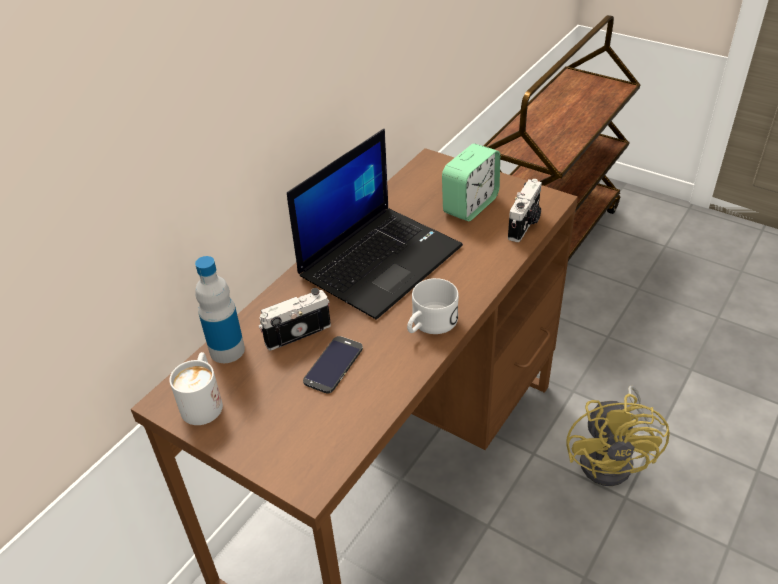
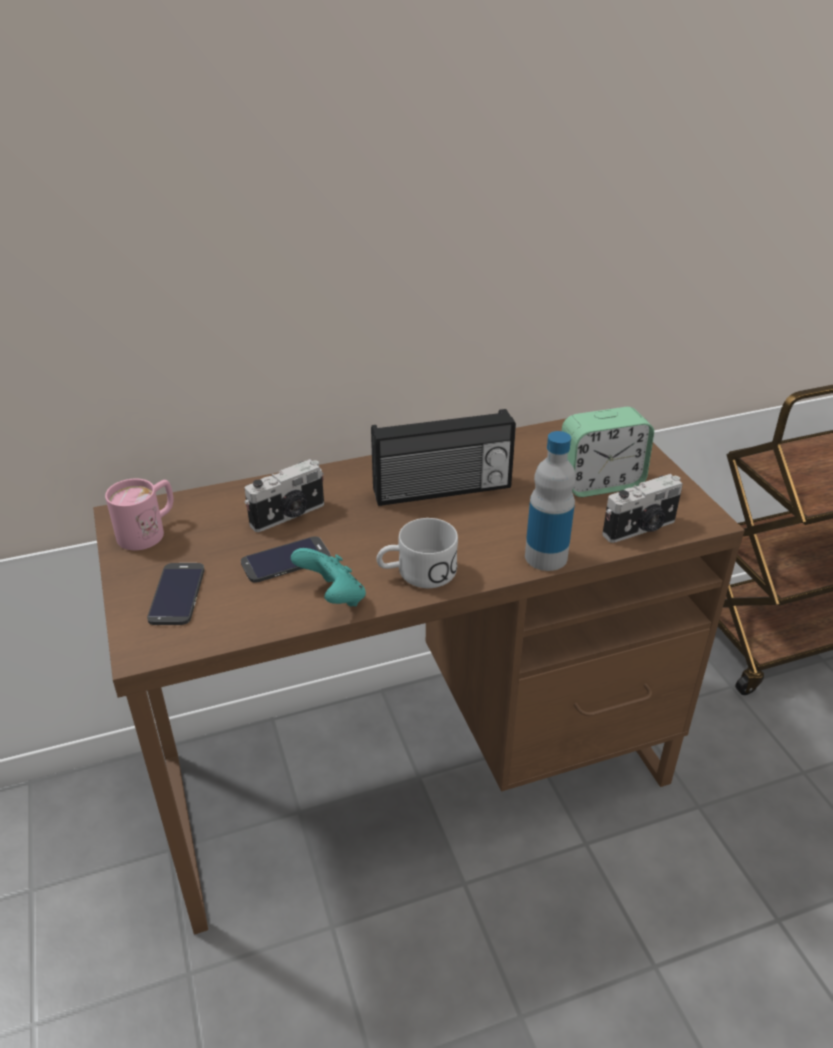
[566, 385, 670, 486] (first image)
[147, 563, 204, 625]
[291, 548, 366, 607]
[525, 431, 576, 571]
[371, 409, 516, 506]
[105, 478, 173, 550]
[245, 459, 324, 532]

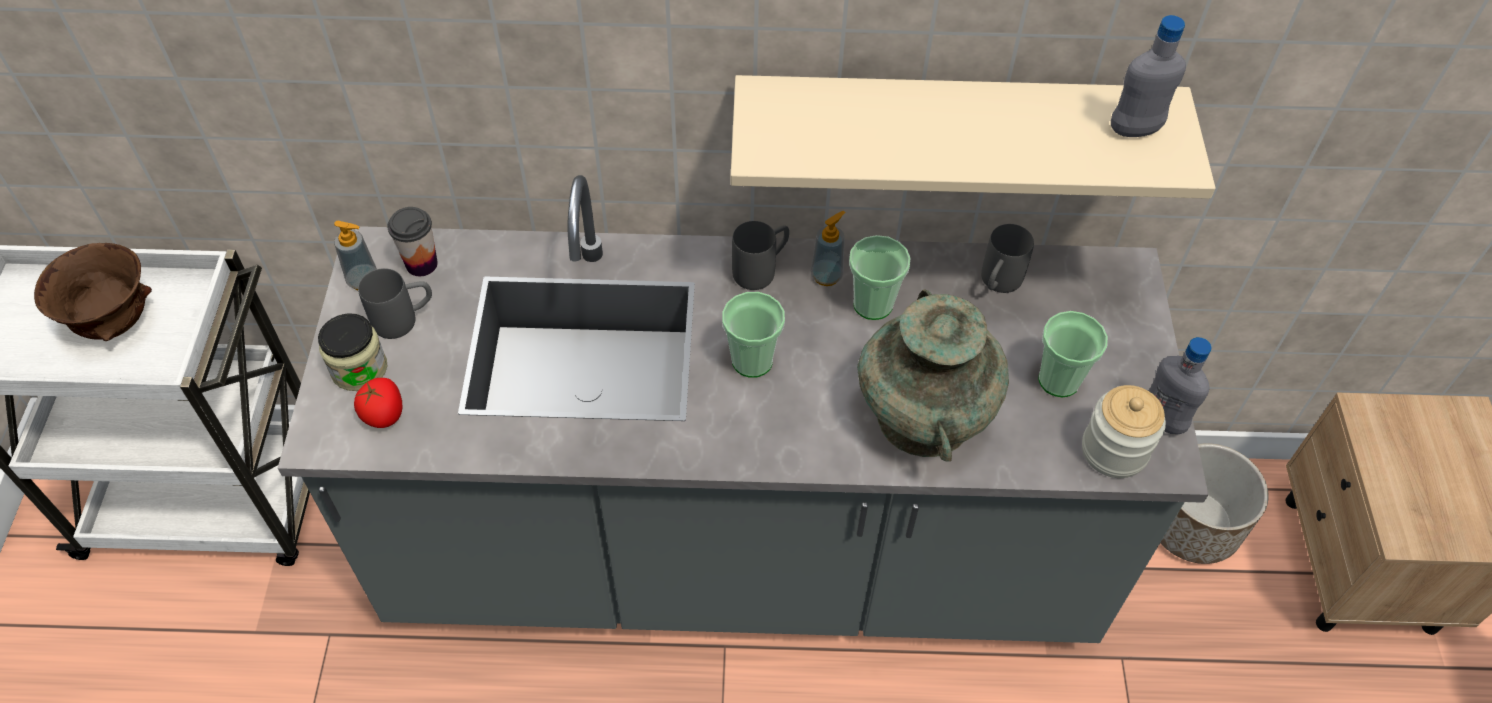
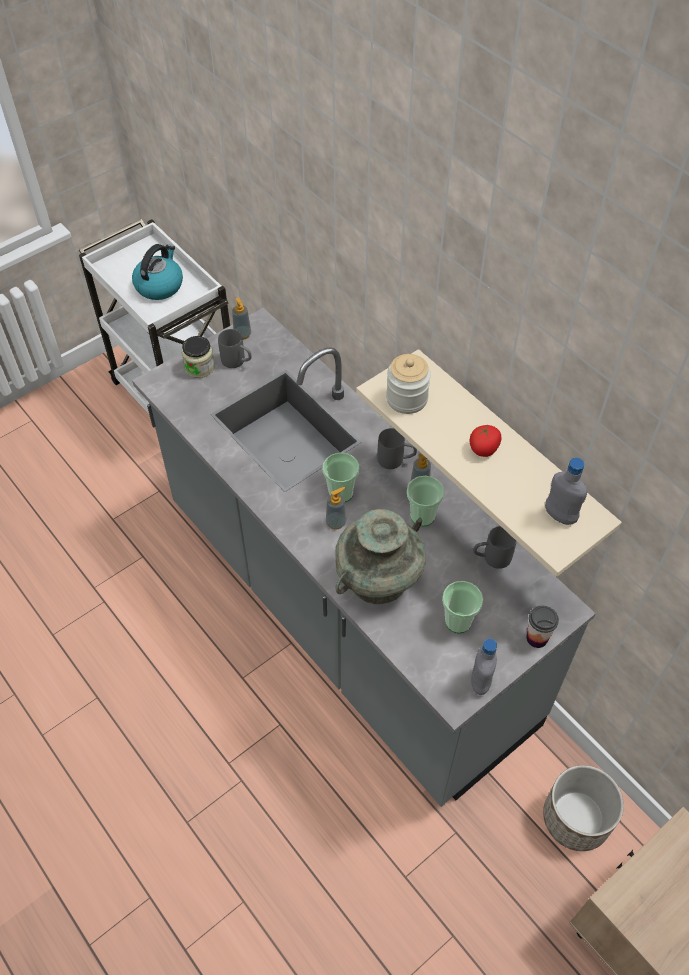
[326, 487, 346, 529]
[470, 425, 502, 457]
[526, 606, 559, 648]
[386, 354, 431, 414]
[132, 244, 183, 300]

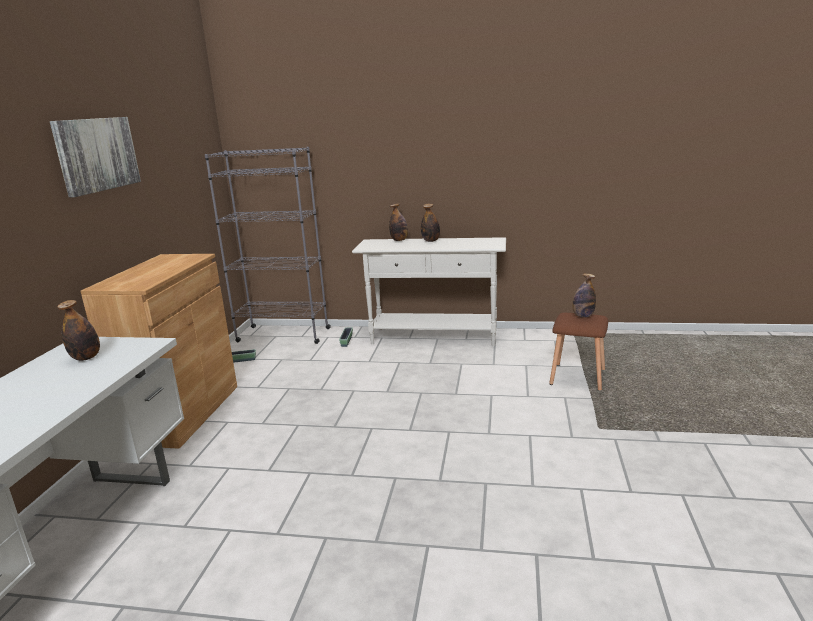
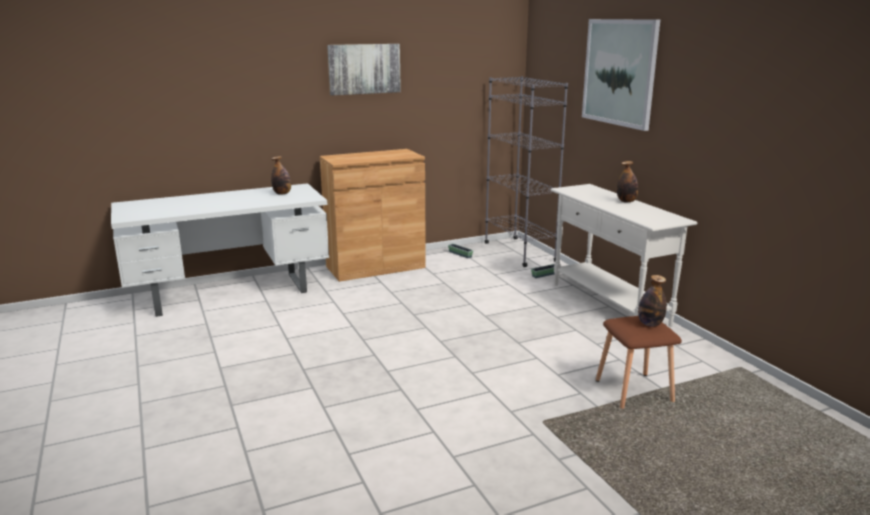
[389, 203, 408, 241] (first image)
[582, 19, 660, 131]

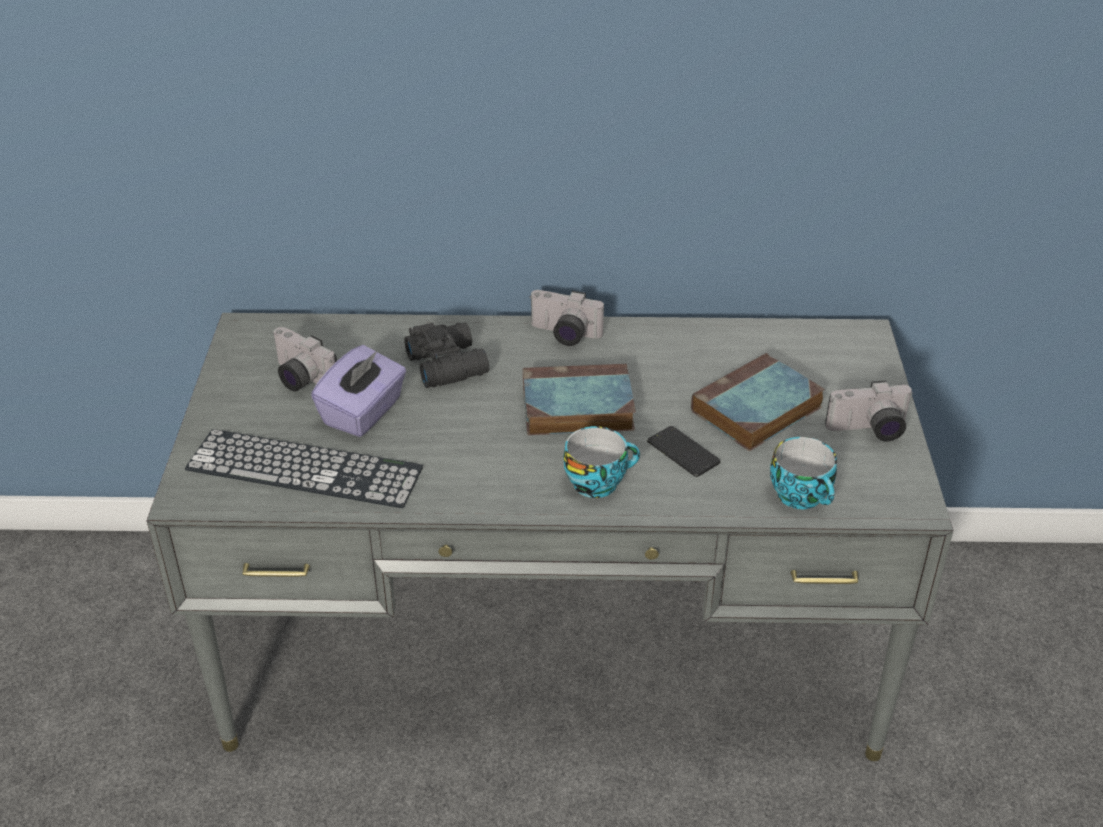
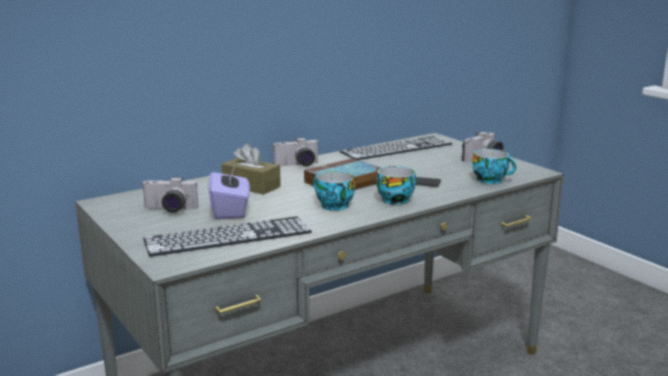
[691, 353, 825, 451] (first image)
[313, 171, 355, 211]
[340, 136, 452, 160]
[222, 143, 281, 195]

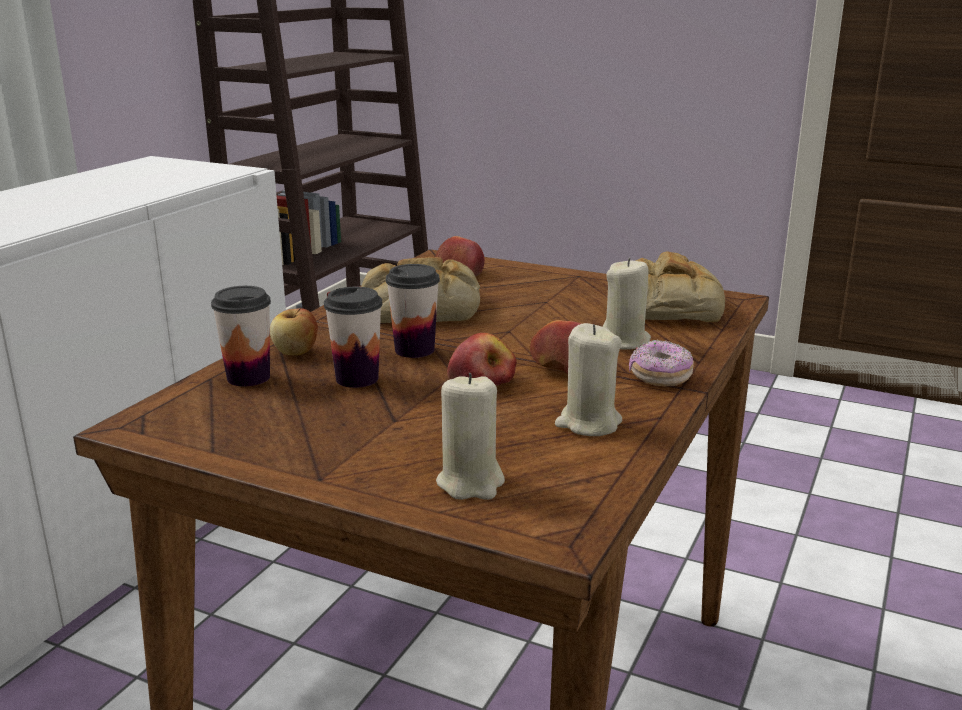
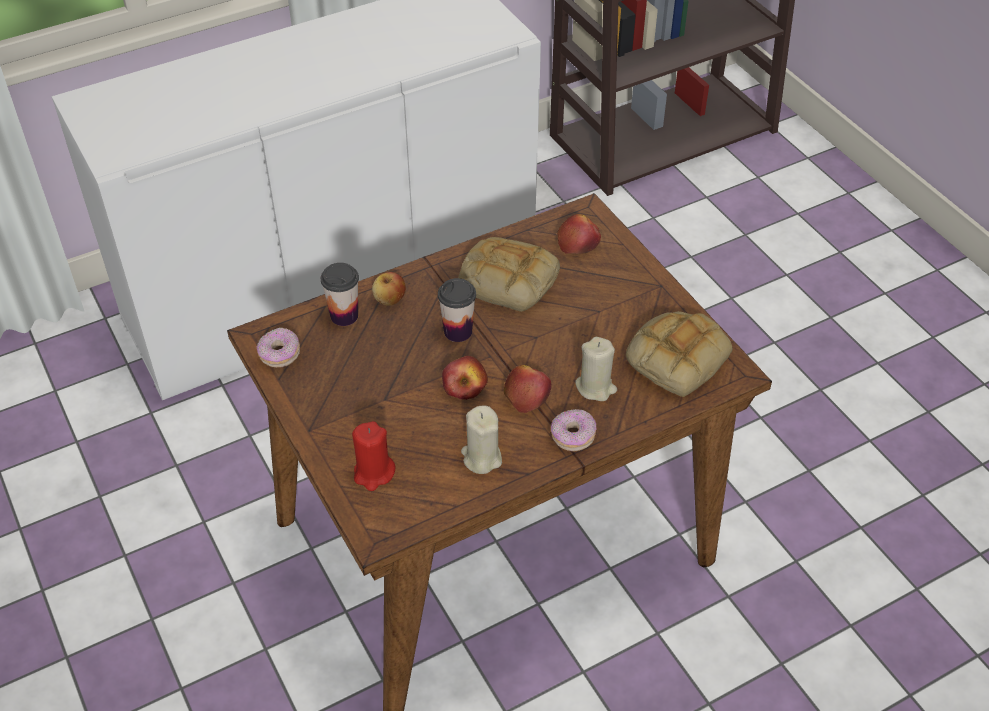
[324, 287, 382, 388] (first image)
[257, 328, 300, 367]
[352, 421, 395, 491]

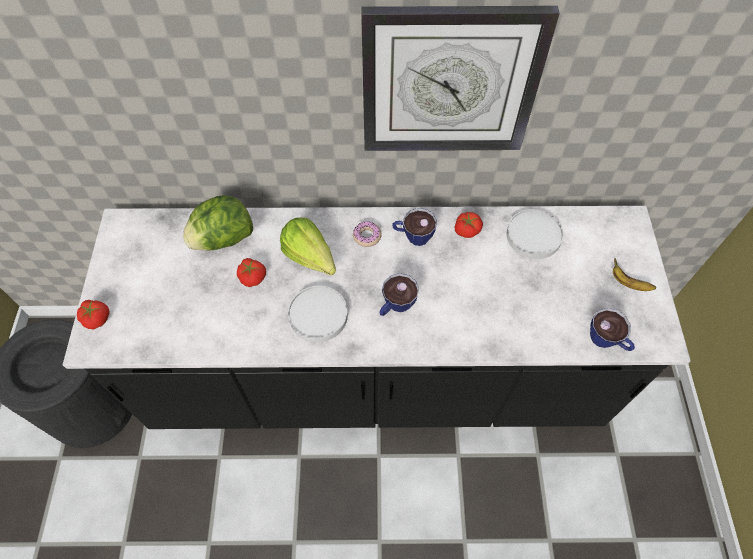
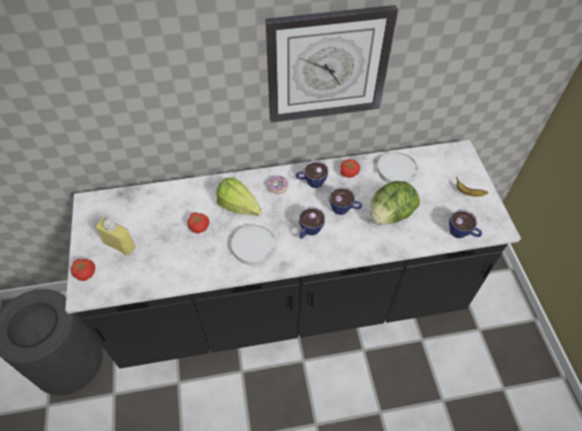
[96, 218, 135, 256]
[329, 186, 362, 215]
[370, 181, 420, 225]

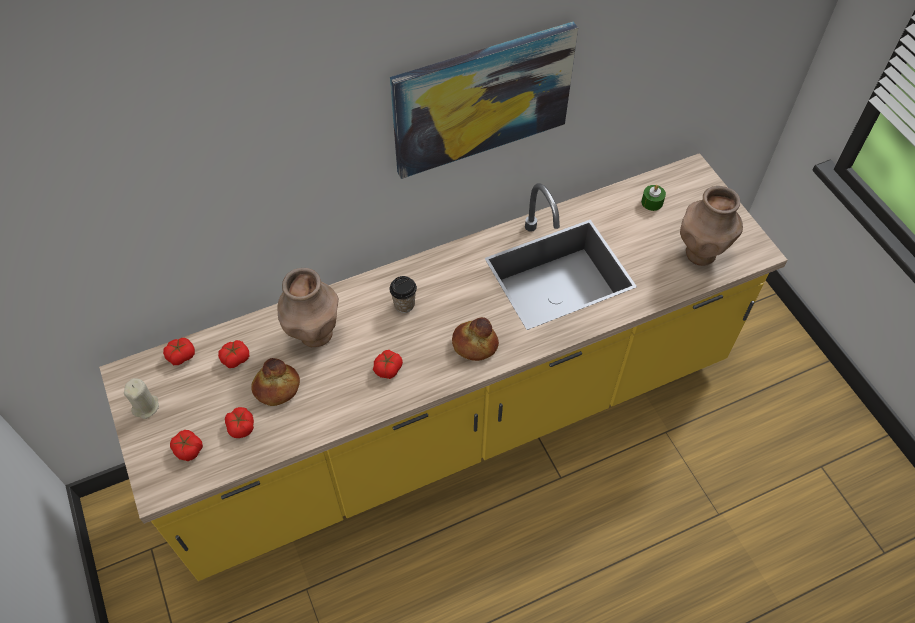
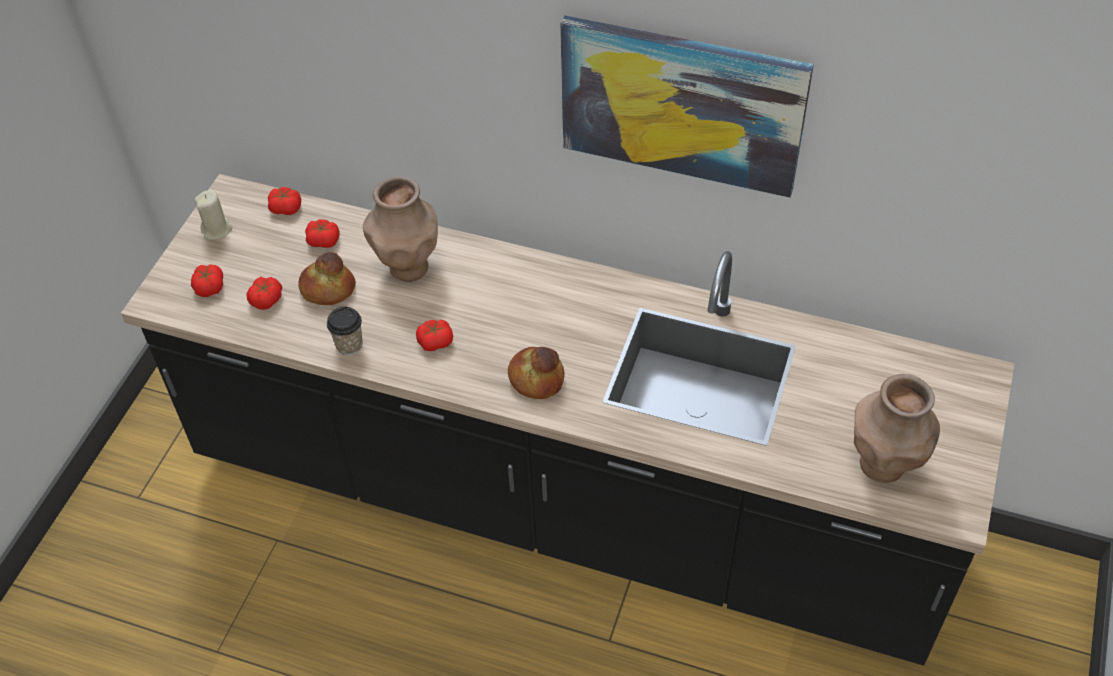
[641, 185, 666, 211] (first image)
[327, 307, 363, 355]
[121, 174, 1015, 665]

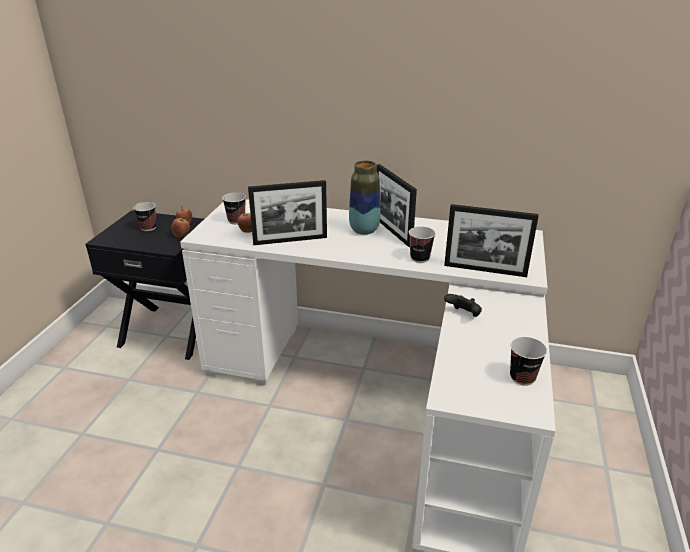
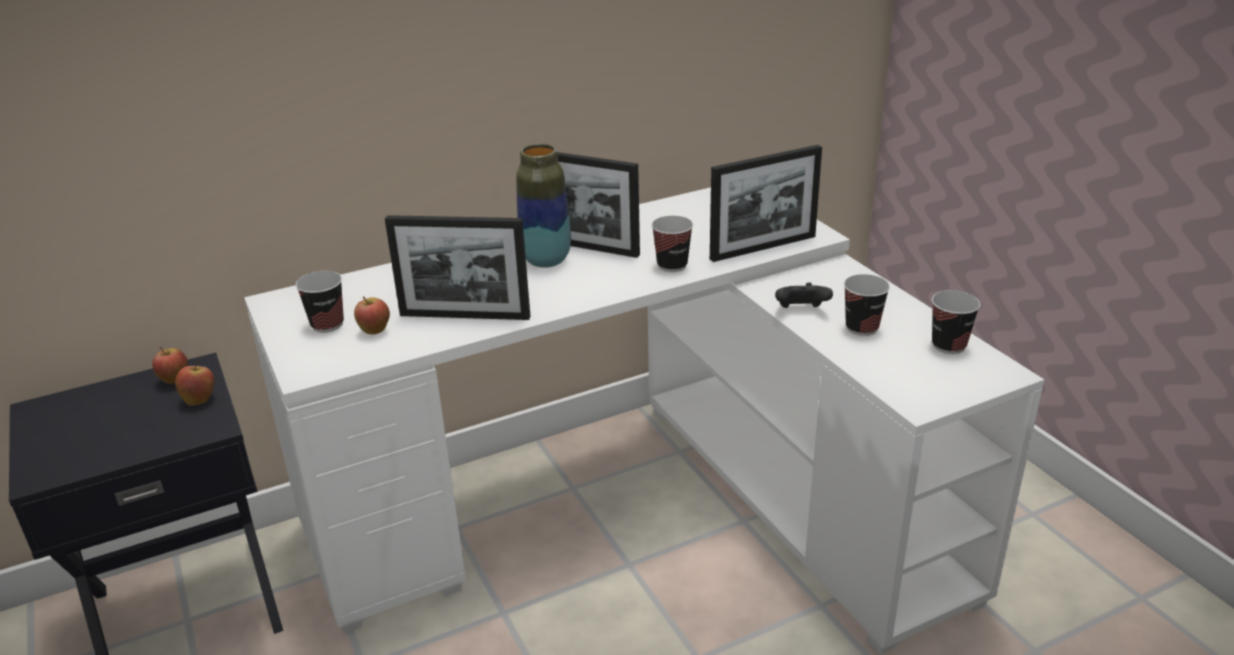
[844, 274, 890, 336]
[385, 215, 530, 320]

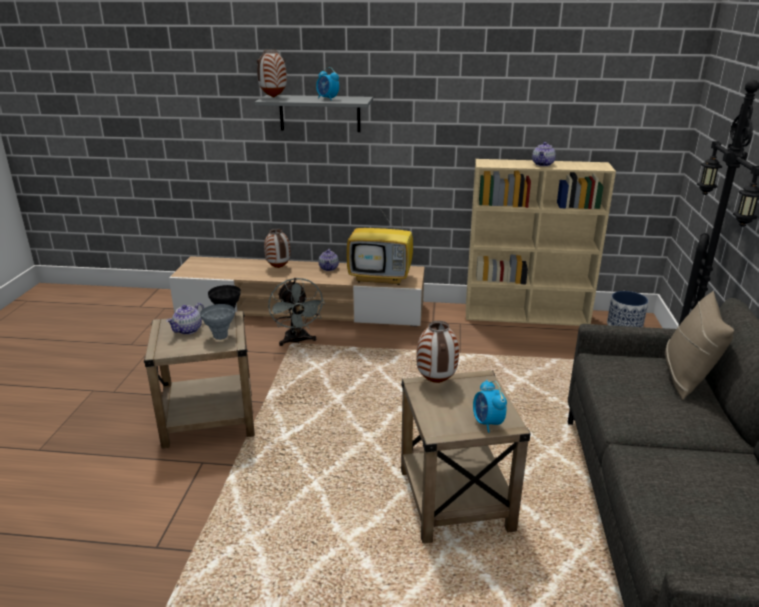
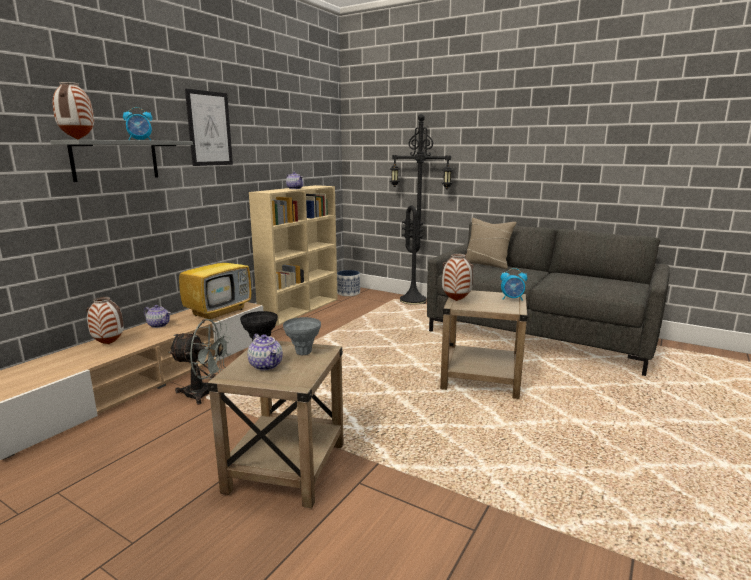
[185, 89, 233, 166]

